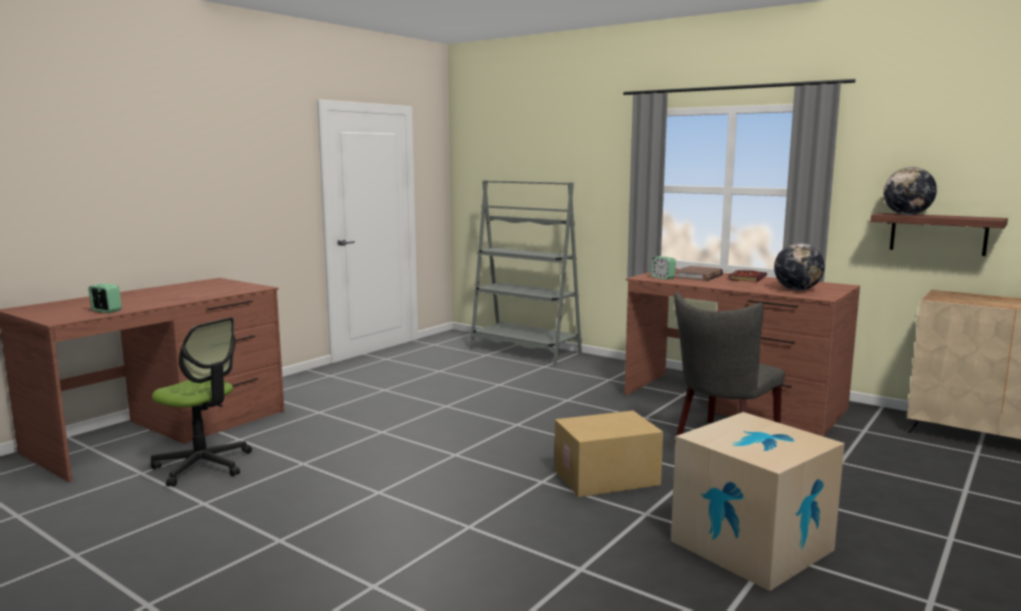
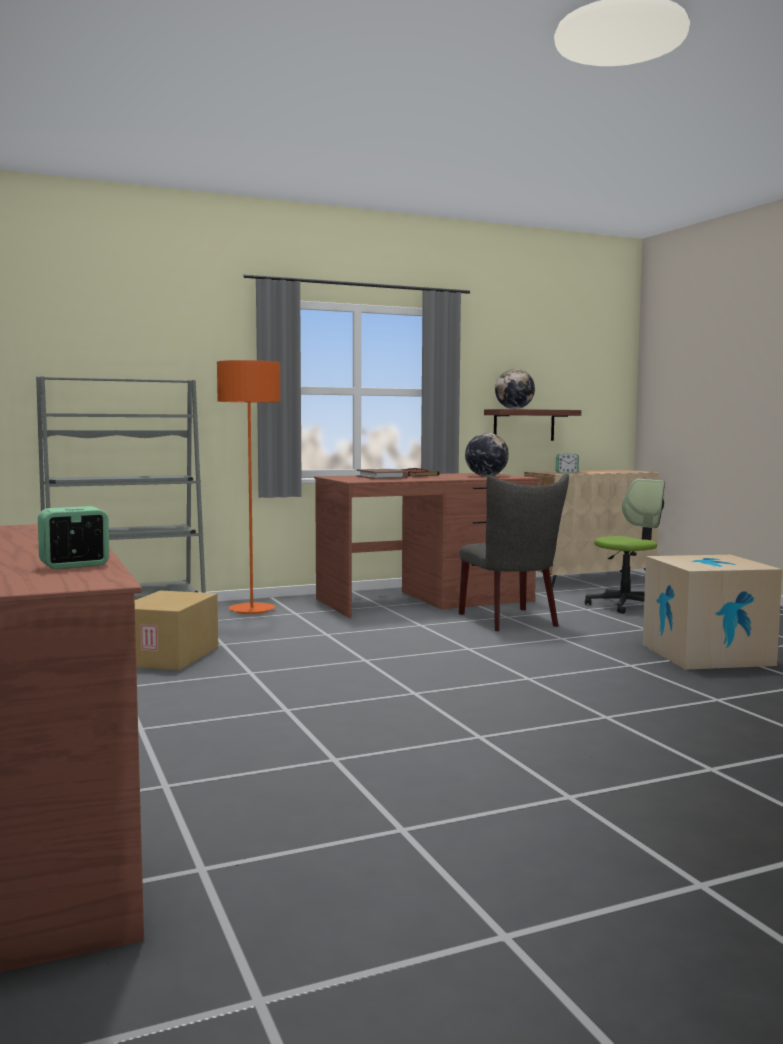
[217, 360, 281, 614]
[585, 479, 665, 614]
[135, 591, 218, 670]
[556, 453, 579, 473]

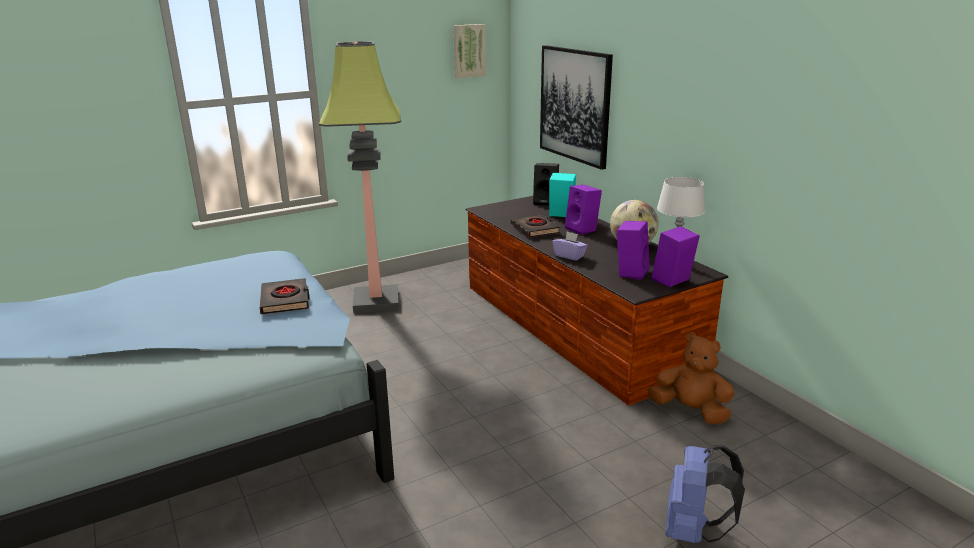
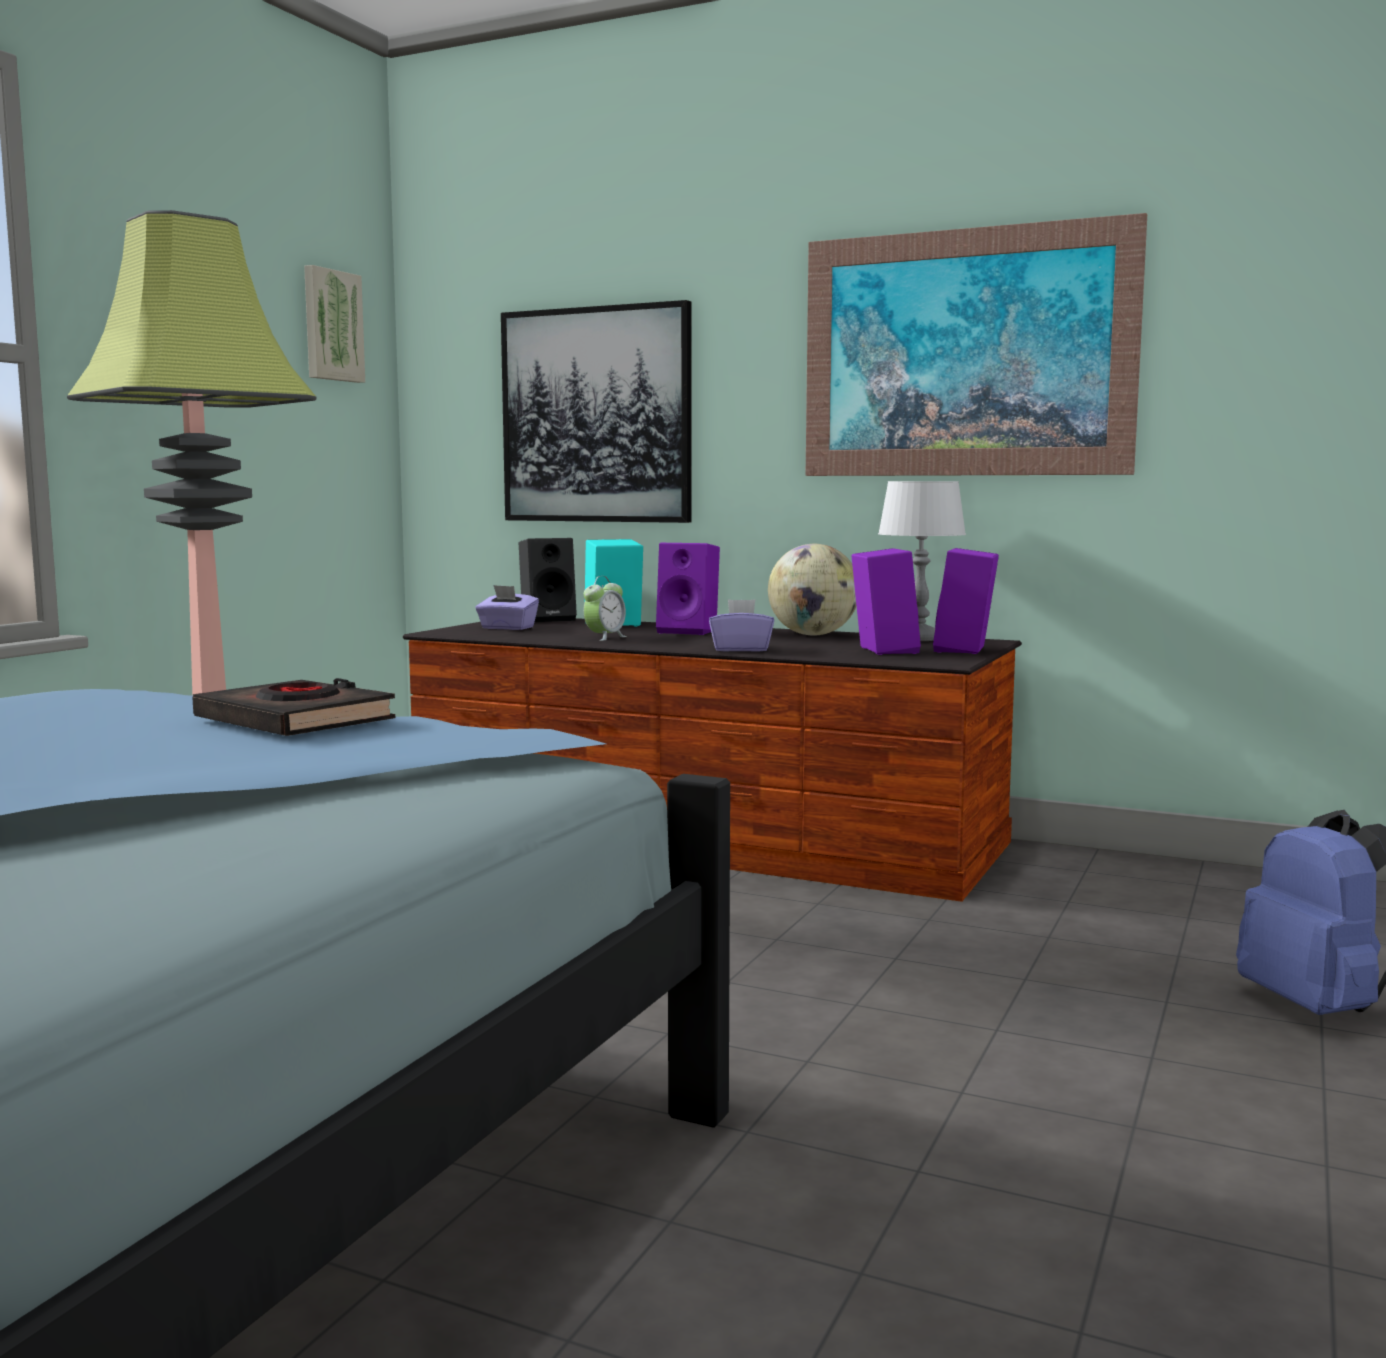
[647, 332, 735, 425] (first image)
[476, 585, 539, 630]
[806, 213, 1147, 476]
[583, 576, 627, 641]

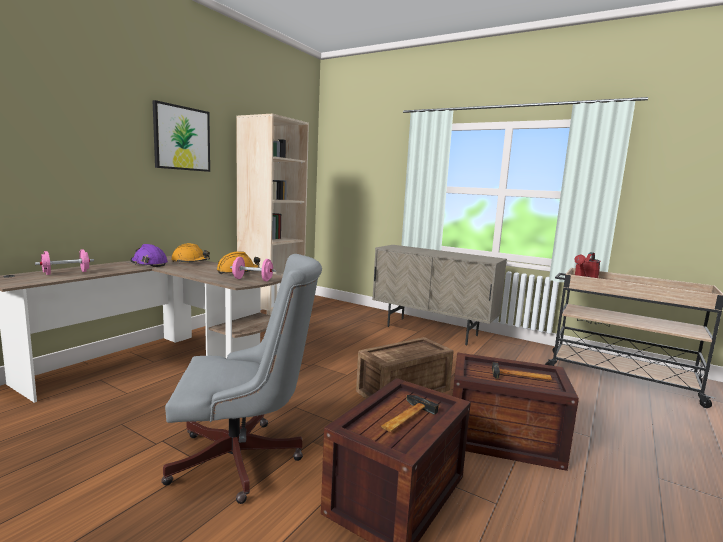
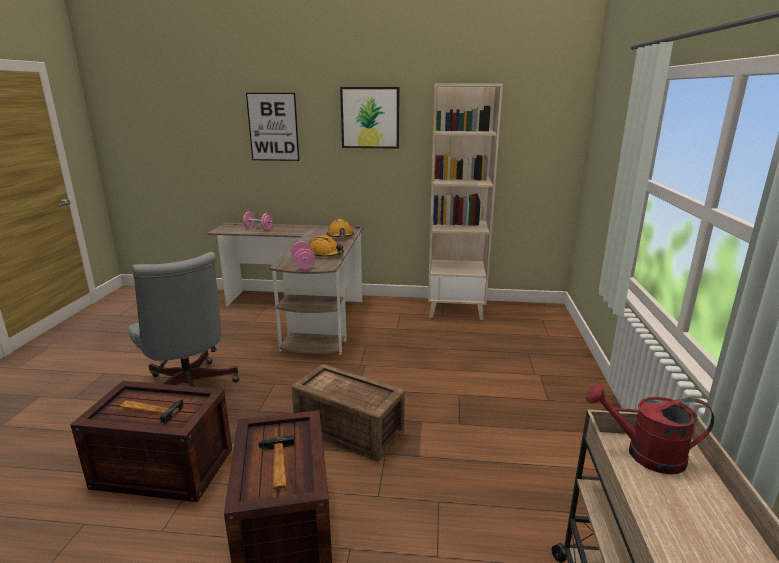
[131, 244, 168, 267] (first image)
[372, 245, 507, 345] (first image)
[246, 93, 299, 161]

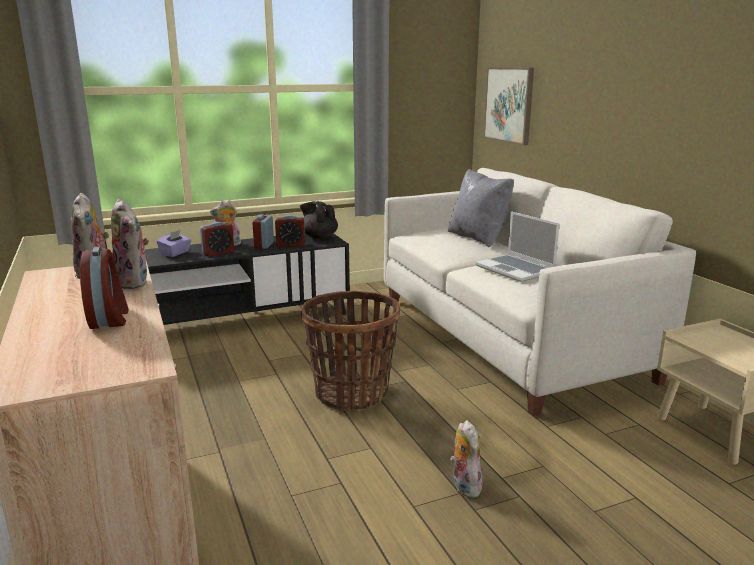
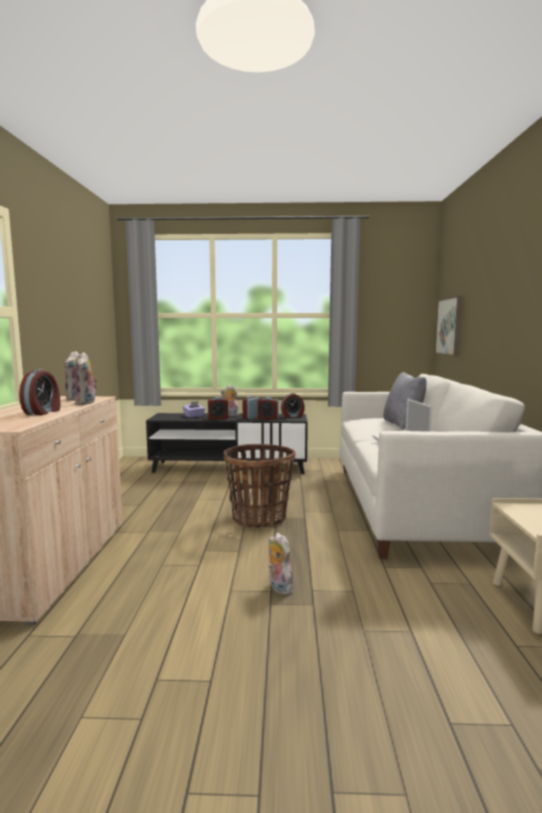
[281, 393, 305, 418]
[268, 533, 294, 595]

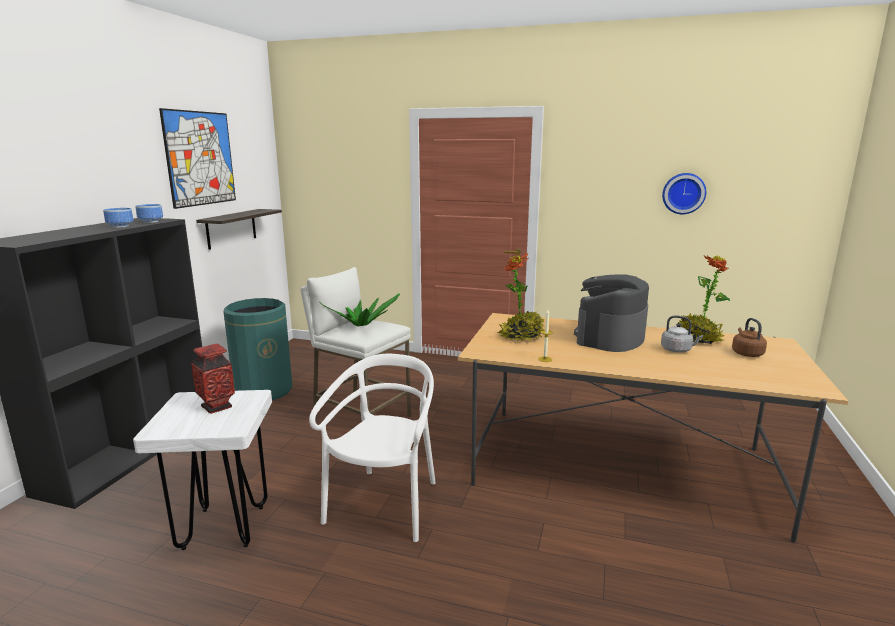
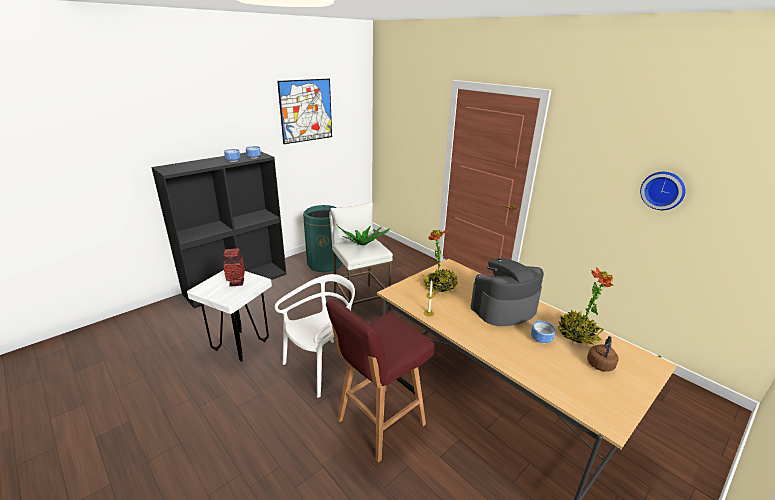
[196, 209, 282, 250] (first image)
[326, 299, 434, 462]
[531, 321, 555, 344]

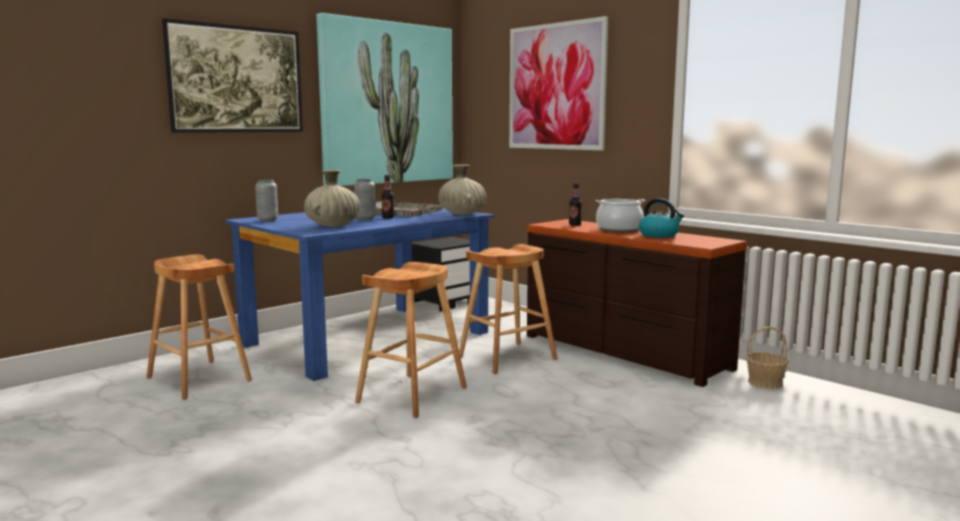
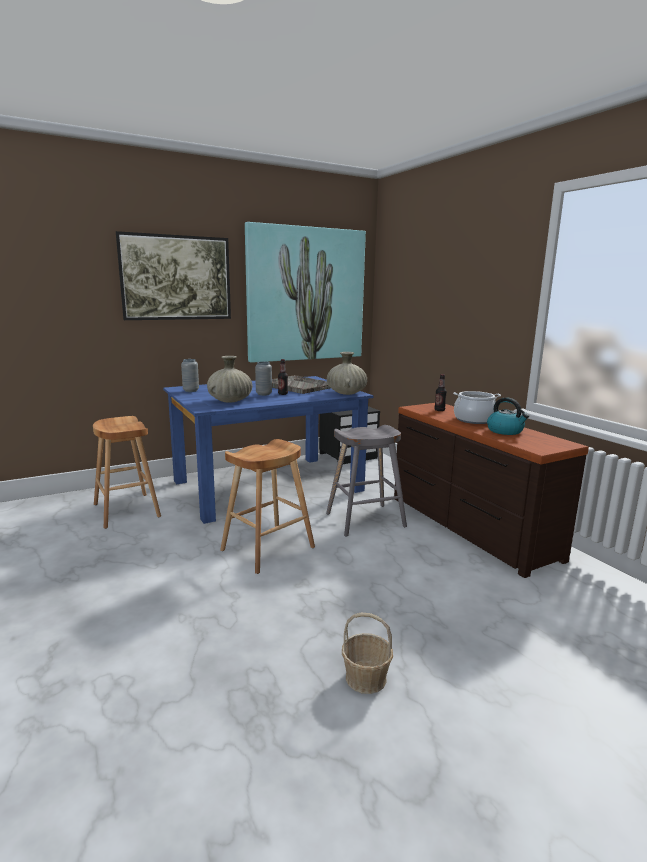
[509, 16, 609, 150] (first image)
[342, 613, 393, 694]
[326, 425, 407, 537]

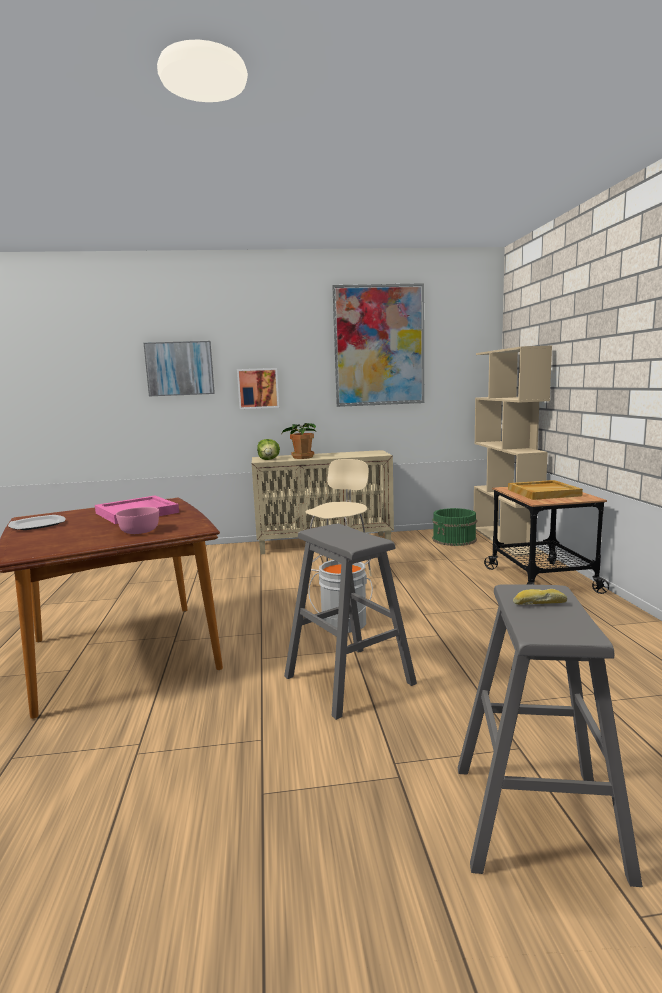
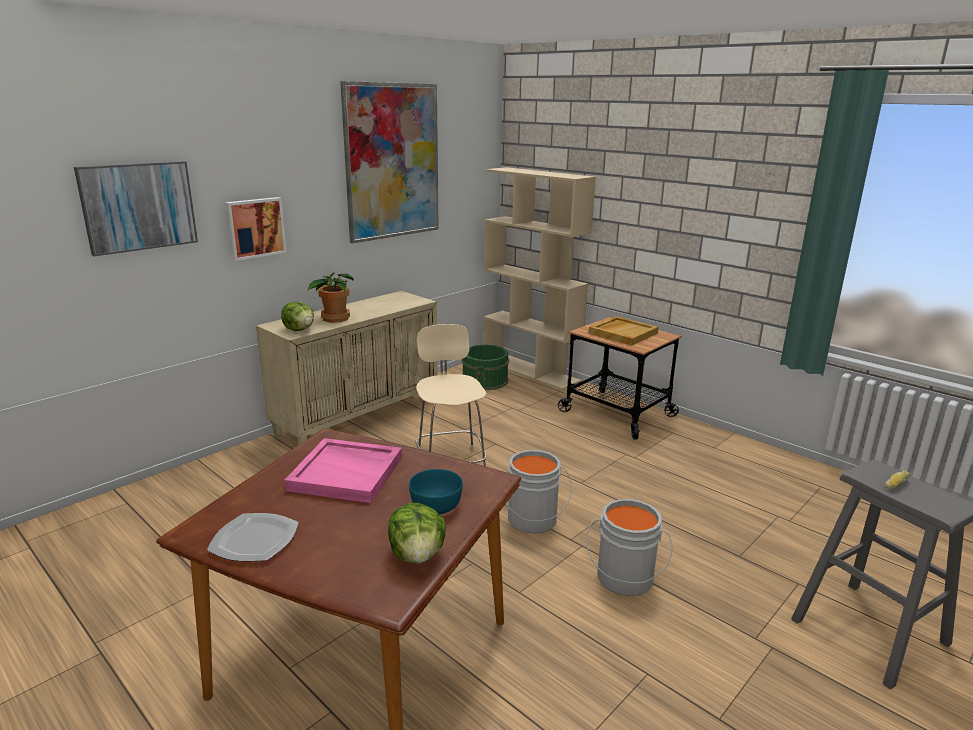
[388, 503, 446, 563]
[586, 499, 672, 596]
[409, 469, 463, 514]

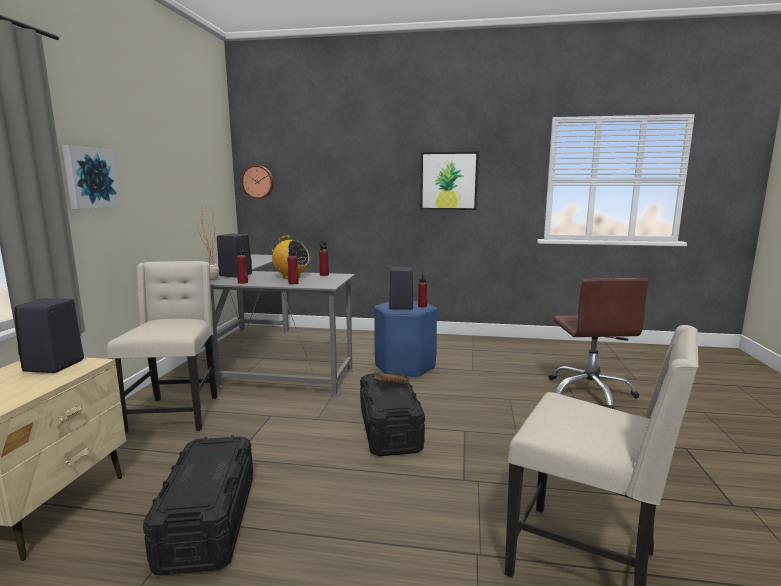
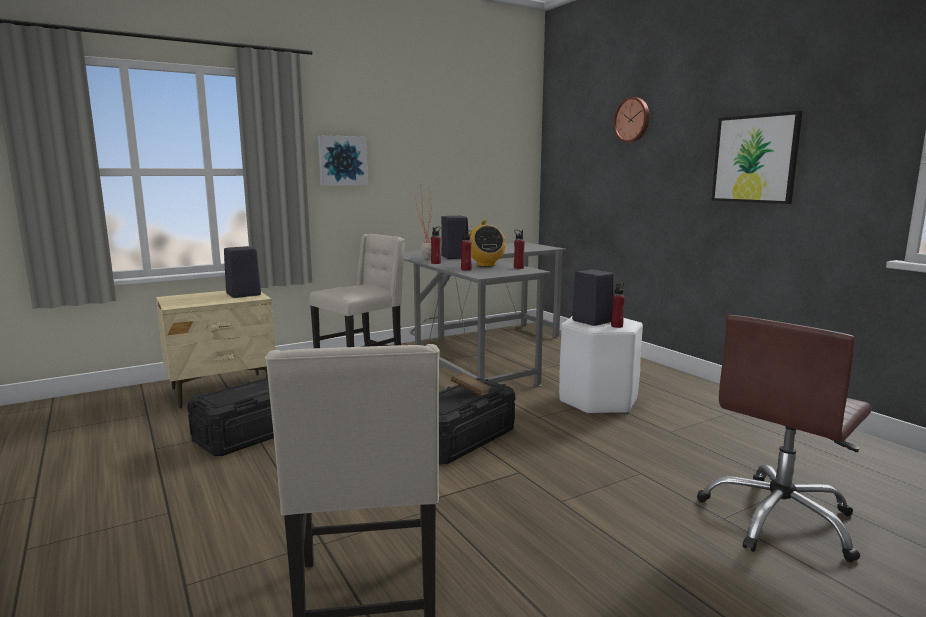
[613, 97, 650, 142]
[559, 317, 643, 414]

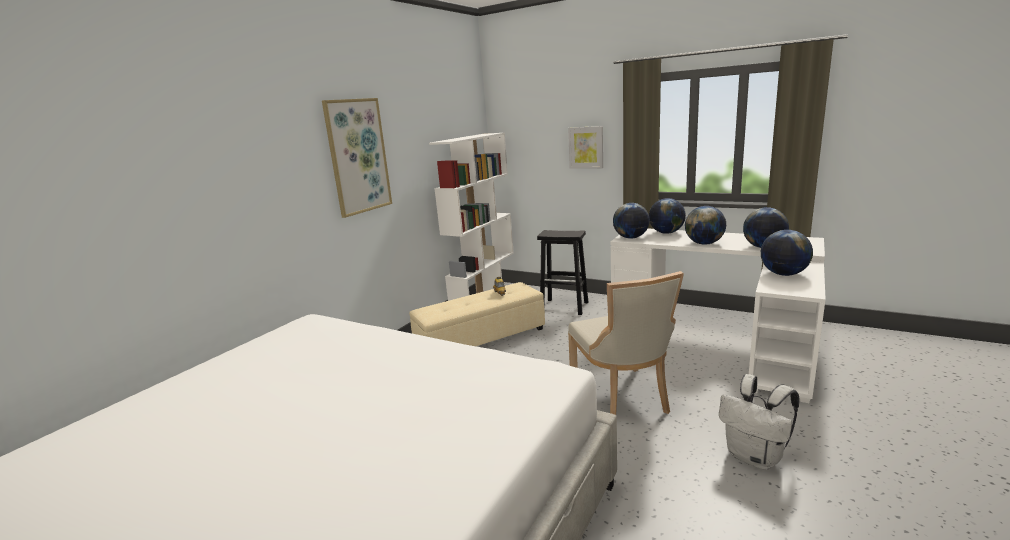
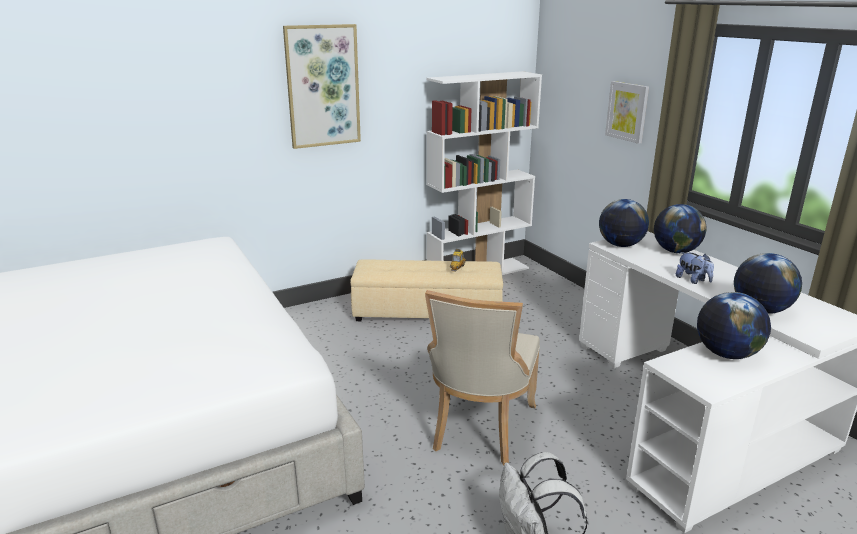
[537, 230, 588, 315] (first image)
[676, 252, 714, 284]

